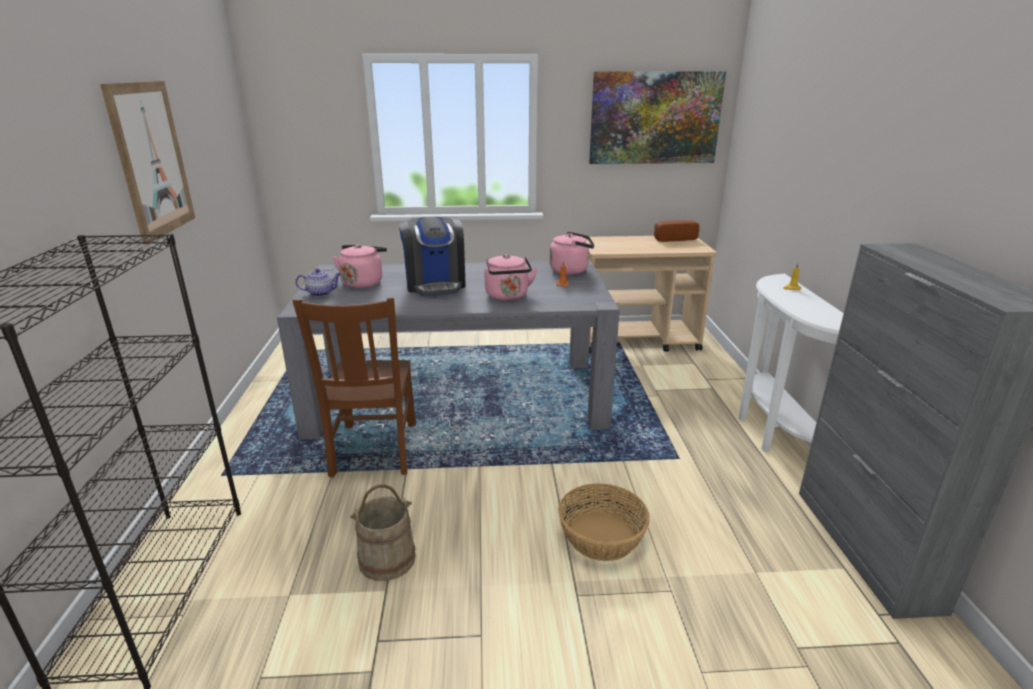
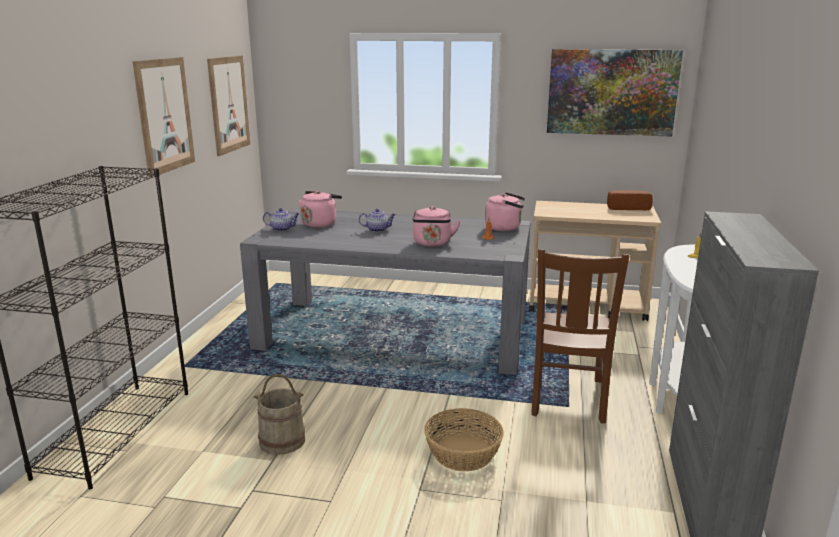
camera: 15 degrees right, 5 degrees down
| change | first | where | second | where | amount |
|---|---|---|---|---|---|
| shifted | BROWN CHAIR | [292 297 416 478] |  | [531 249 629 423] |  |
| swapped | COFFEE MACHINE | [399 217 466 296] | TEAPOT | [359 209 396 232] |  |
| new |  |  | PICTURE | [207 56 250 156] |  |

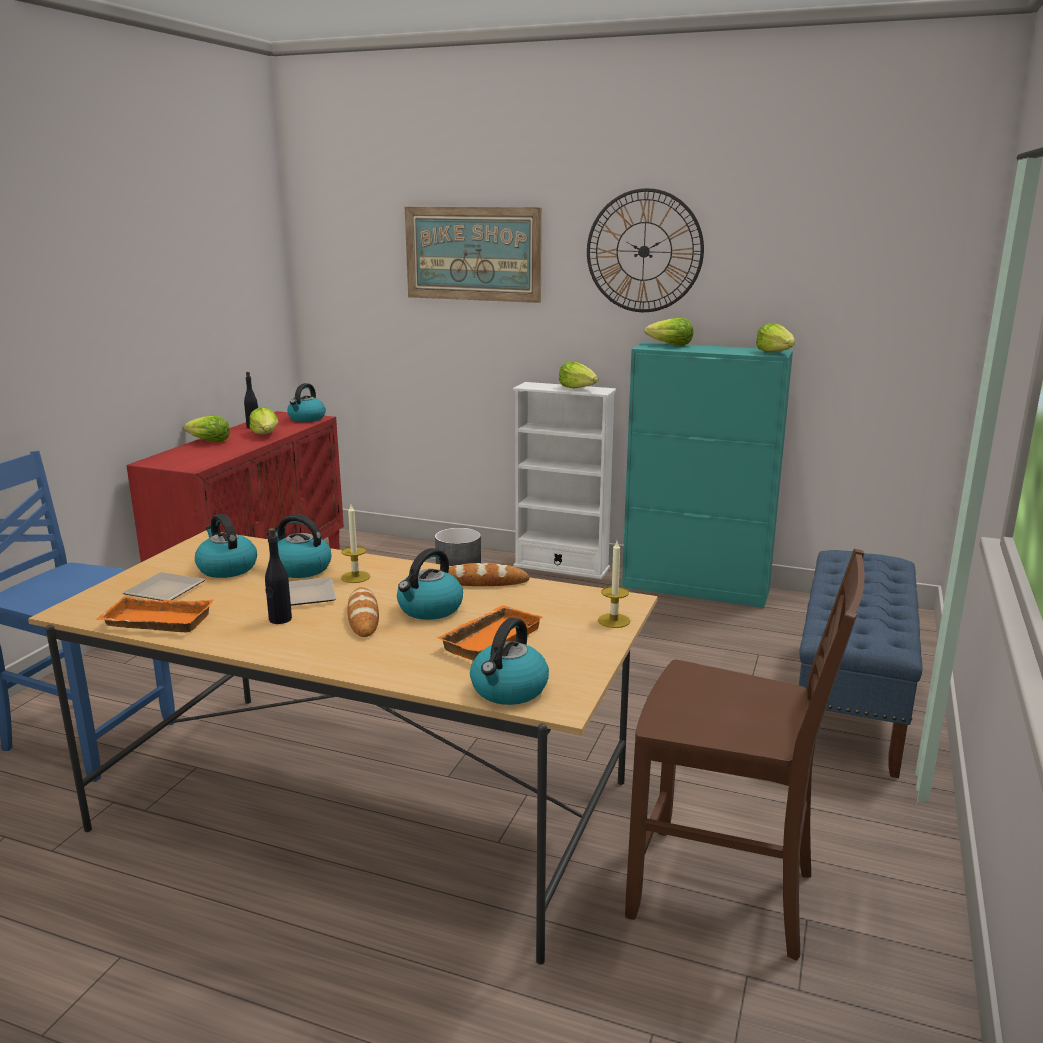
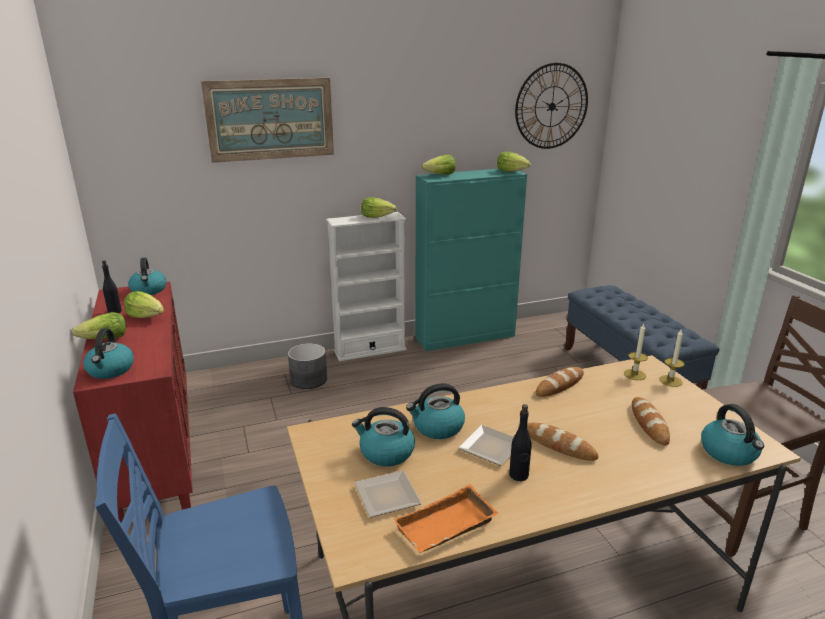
camera: 40 degrees left, 5 degrees up
| change | first | where | second | where | amount |
|---|---|---|---|---|---|
| shifted | CANDLE | [341 505 370 583] |  | [624 324 648 380] |  |
| shifted | KETTLE | [397 548 463 620] |  | [83 328 134 379] |  |
| swapped | ORANGE TRAY | [437 605 543 661] | BREAD | [632 397 670 446] |  |
| shifted | WALL CLOCK | [587 188 704 312] |  | [515 63 588 149] |  |

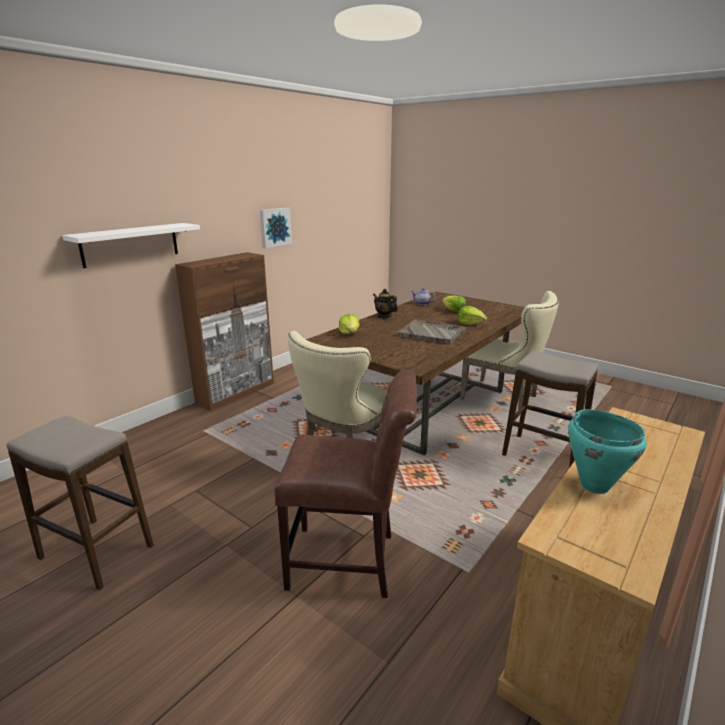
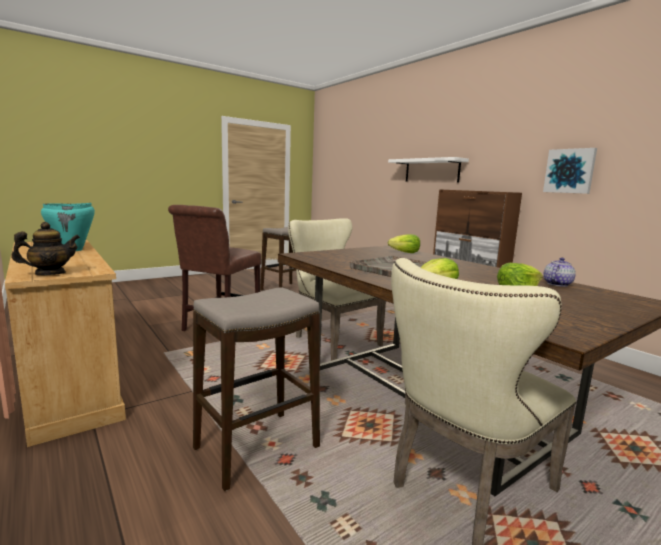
camera: 105 degrees right, 10 degrees down
| change | first | where | second | where | amount |
|---|---|---|---|---|---|
| shifted | TEAPOT | [373 289 398 318] |  | [11 222 80 275] |  |

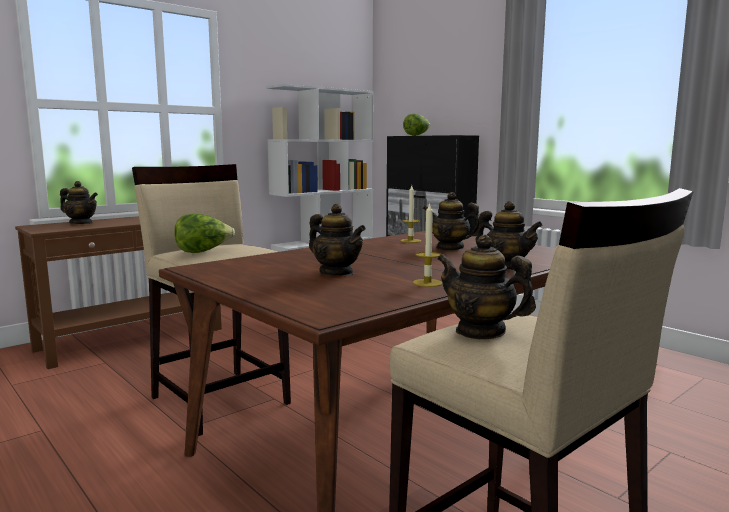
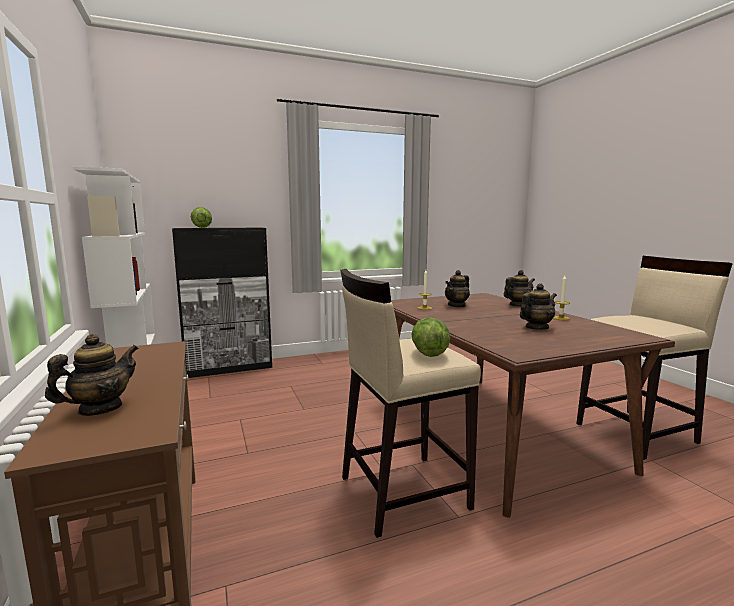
camera: 70 degrees left, 0 degrees up
| change | first | where | second | where | amount |
|---|---|---|---|---|---|
| gone | TEAPOT | [437 234 536 340] |  |  |  |

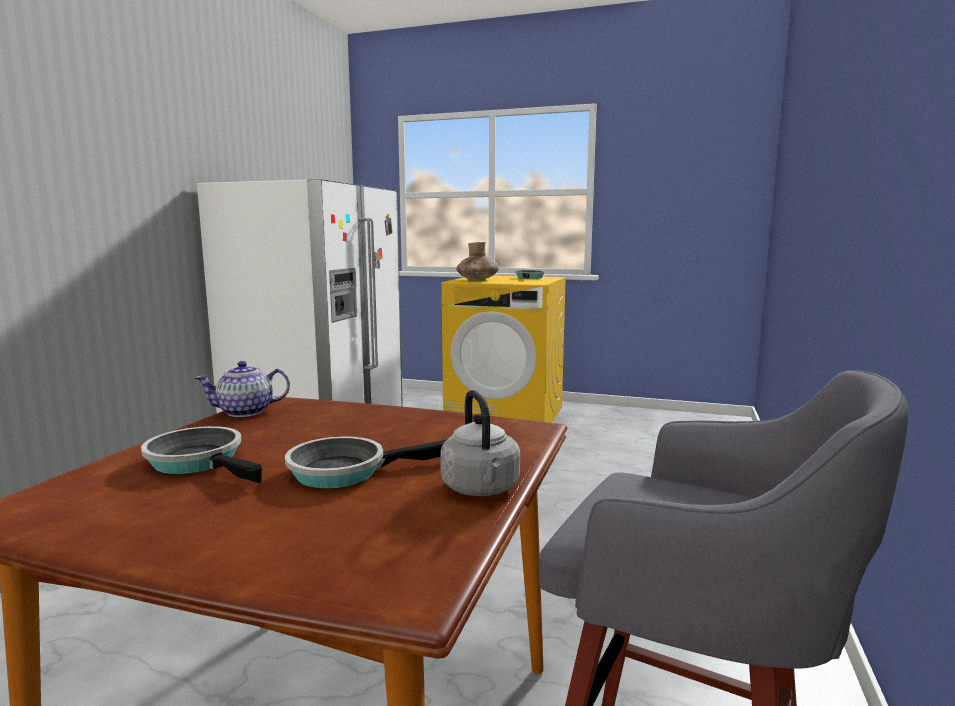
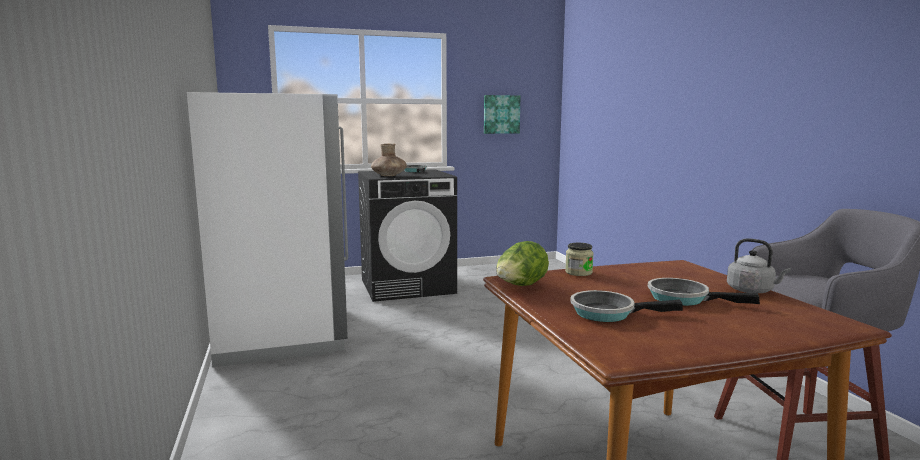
camera: 35 degrees left, 0 degrees up
| change | first | where | second | where | amount |
|---|---|---|---|---|---|
| swapped | TEAPOT | [195 361 290 417] | LETTUCE | [496 241 549 286] |  |
| rotated | FRYING PAN | [285 436 447 489] |  | [648 278 760 306] | 75 degrees clockwise |
| repainted | YELLOW WASHING MACHINE | [442 276 566 423] | BLACK WASHING MACHINE | [358 169 457 302] |  |
| new |  |  | PICTURE | [484 95 520 134] |  |
| new |  |  | JAR | [565 243 594 276] |  |

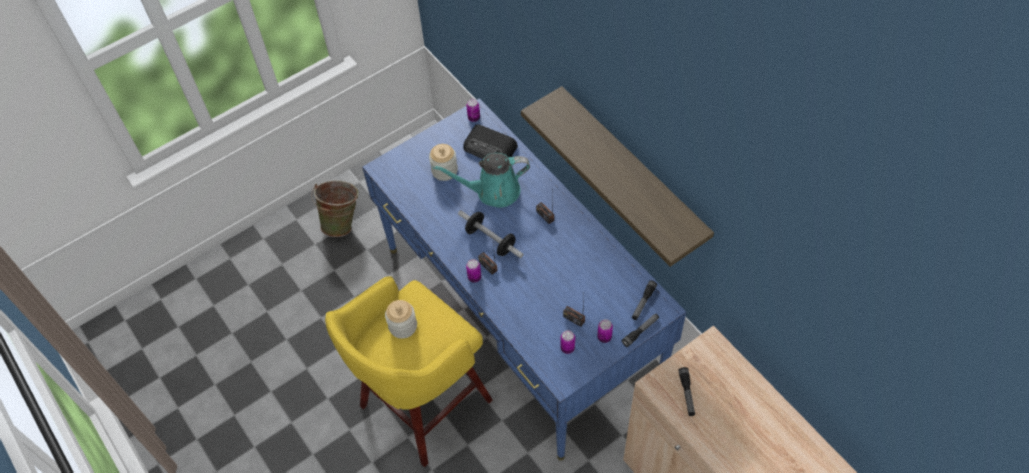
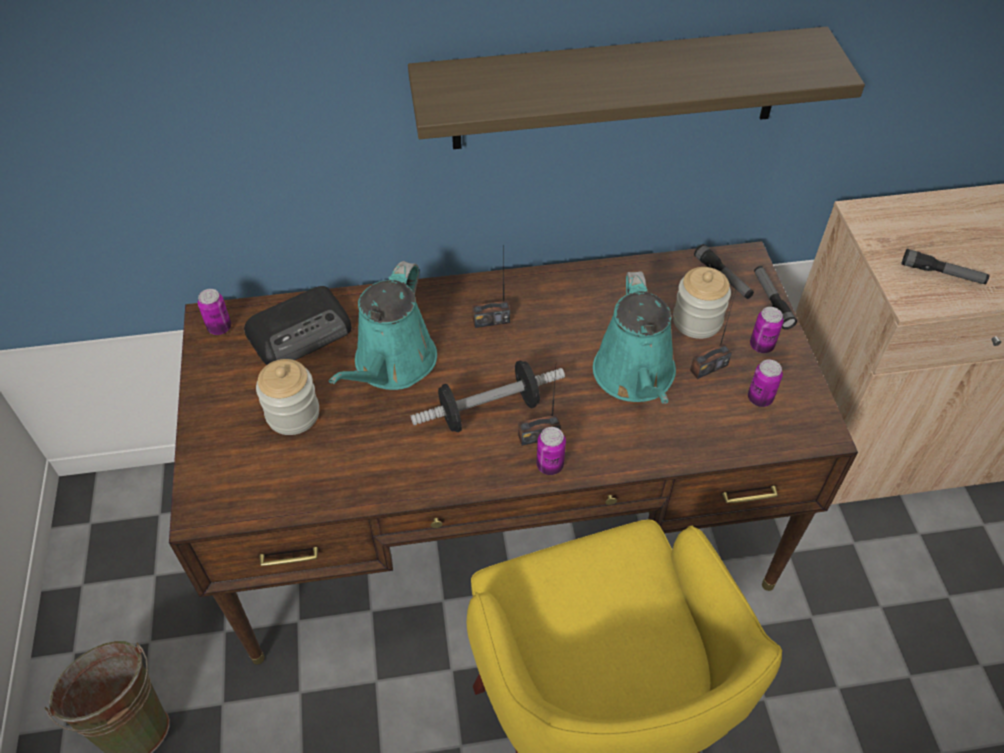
camera: 65 degrees left, 5 degrees down
| change | first | where | second | where | amount |
|---|---|---|---|---|---|
| repainted | BLUE DESK | [362 98 686 461] | BROWN DESK | [169 241 858 665] |  |
| shifted | JAR | [385 300 417 339] |  | [673 267 731 339] |  |
| new |  |  | TURQUOISE WATERING CAN | [593 271 676 403] |  |

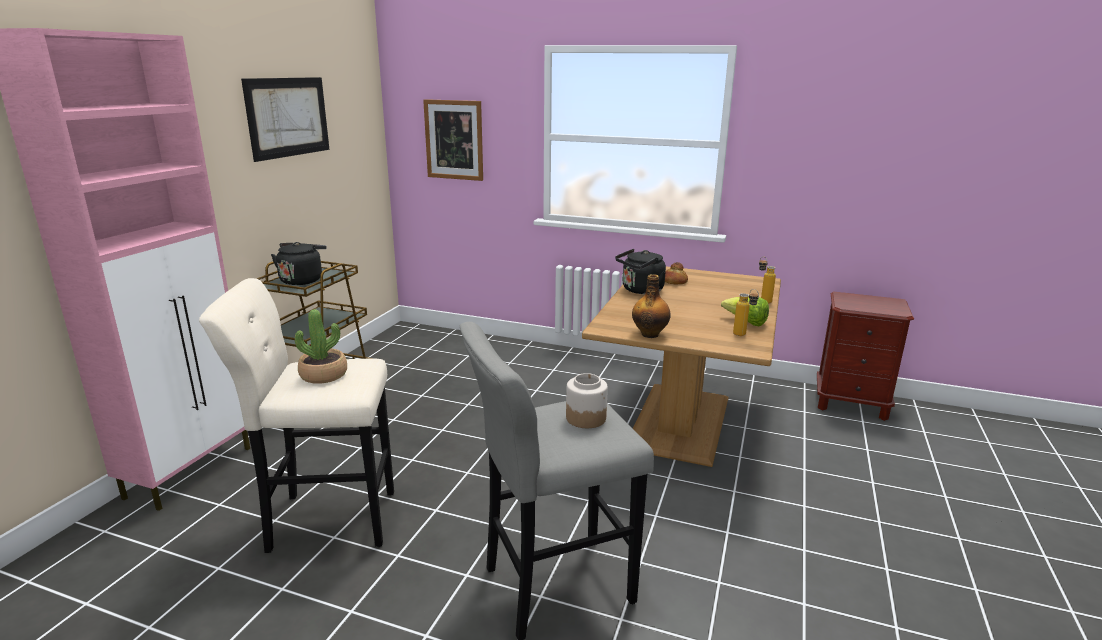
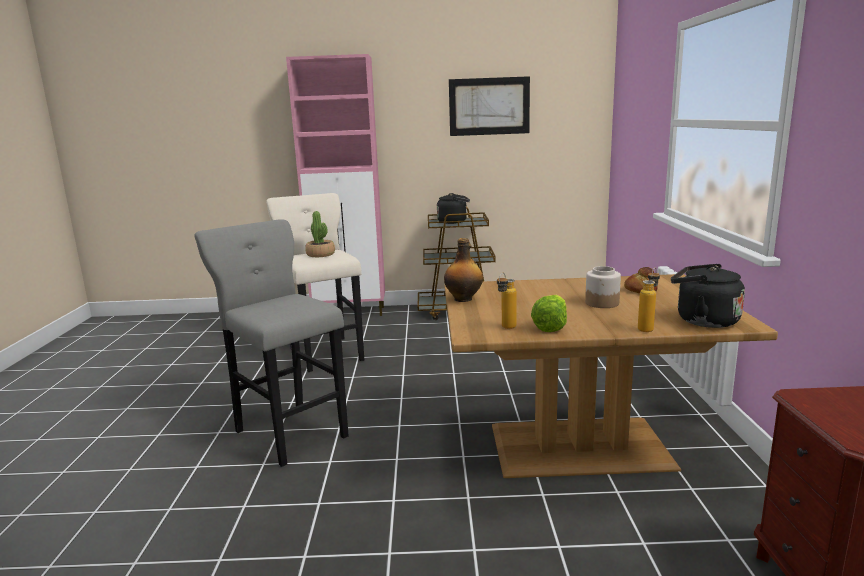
camera: 70 degrees right, 5 degrees down
| change | first | where | second | where | amount |
|---|---|---|---|---|---|
| gone | PICTURE | [423 99 483 181] |  |  |  |
| shifted | JAR | [566 373 608 428] |  | [585 266 621 308] |  |
| shifted | BLACK KETTLE | [615 249 666 294] |  | [671 264 745 328] |  |

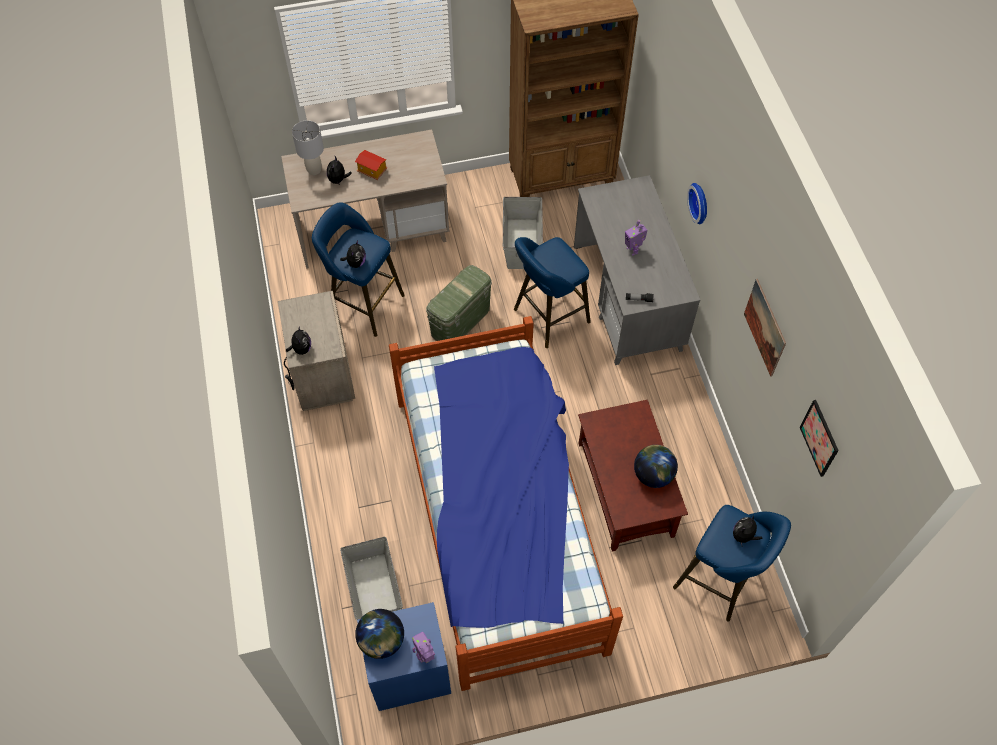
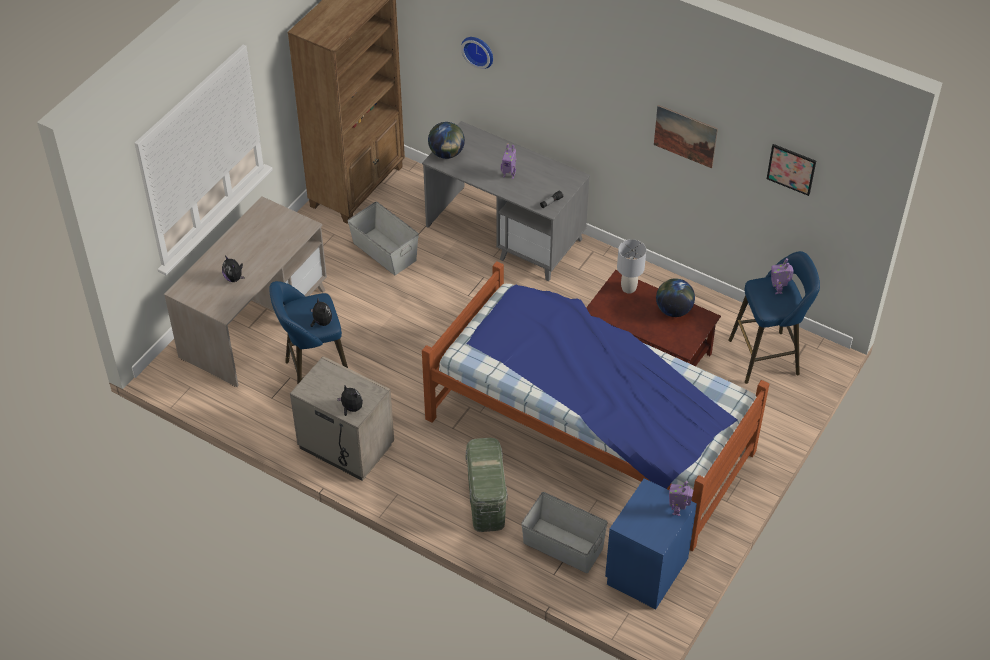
camera: 45 degrees left, 10 degrees down
| change | first | where | second | where | amount |
|---|---|---|---|---|---|
| shifted | GREY TABLE LAMP | [292 120 324 175] |  | [617 239 646 294] |  |
| gone | TOY HOUSE | [355 150 387 180] |  |  |  |
| shifted | GLOBE | [355 609 404 659] |  | [428 122 465 159] |  |
| shifted | GREEN STORAGE BOX | [426 265 492 341] |  | [465 438 508 532] |  |
| gone | BLUE STOOL | [514 237 591 348] |  |  |  |
| shifted | WALL CLOCK | [687 183 707 224] |  | [461 37 493 69] |  |
| swapped | PLUSH TOY | [733 515 763 547] | TOY ROBOT | [771 258 794 294] |  |

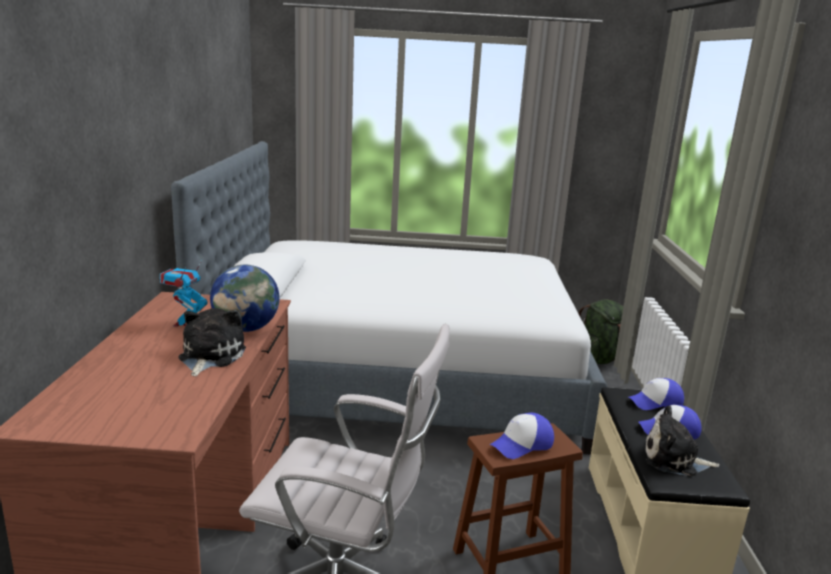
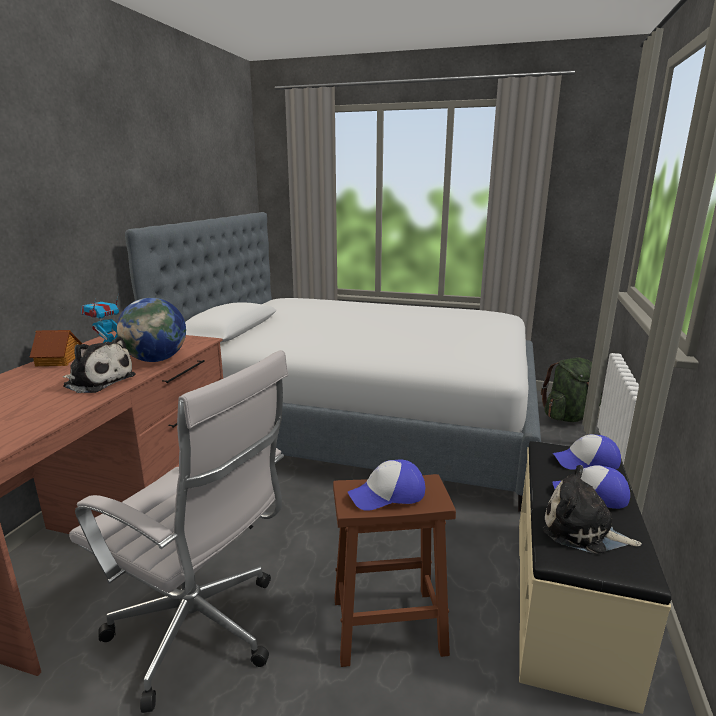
camera: 15 degrees right, 0 degrees up
| change | first | where | second | where | amount |
|---|---|---|---|---|---|
| rotated | PLUSH TOY | [178 308 246 376] |  | [62 337 136 393] | 90 degrees clockwise |
| new |  |  | TOY HOUSE | [30 330 82 367] |  |

